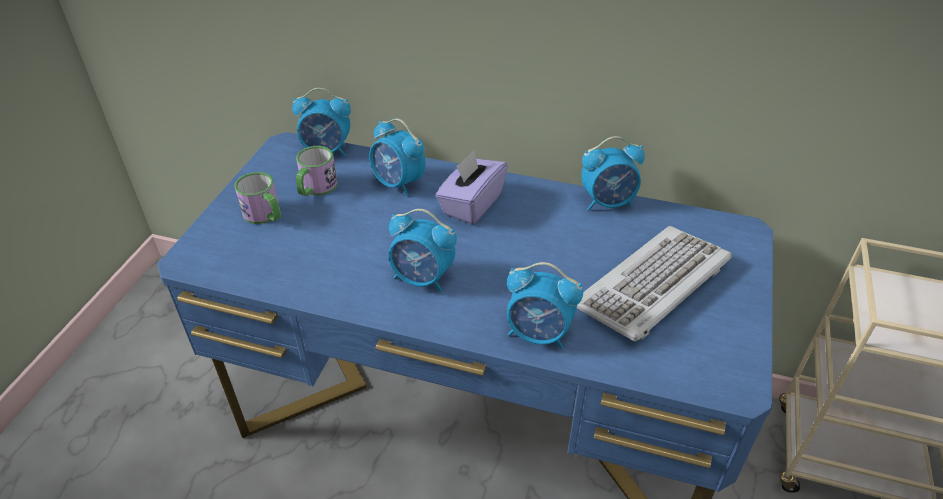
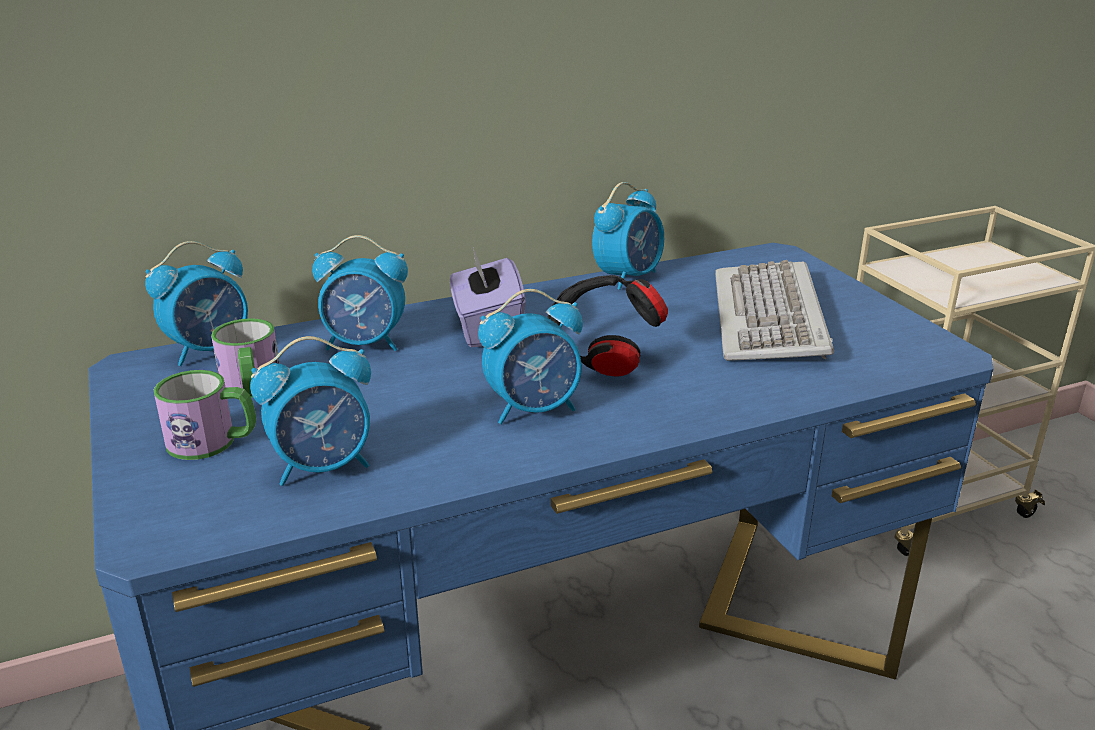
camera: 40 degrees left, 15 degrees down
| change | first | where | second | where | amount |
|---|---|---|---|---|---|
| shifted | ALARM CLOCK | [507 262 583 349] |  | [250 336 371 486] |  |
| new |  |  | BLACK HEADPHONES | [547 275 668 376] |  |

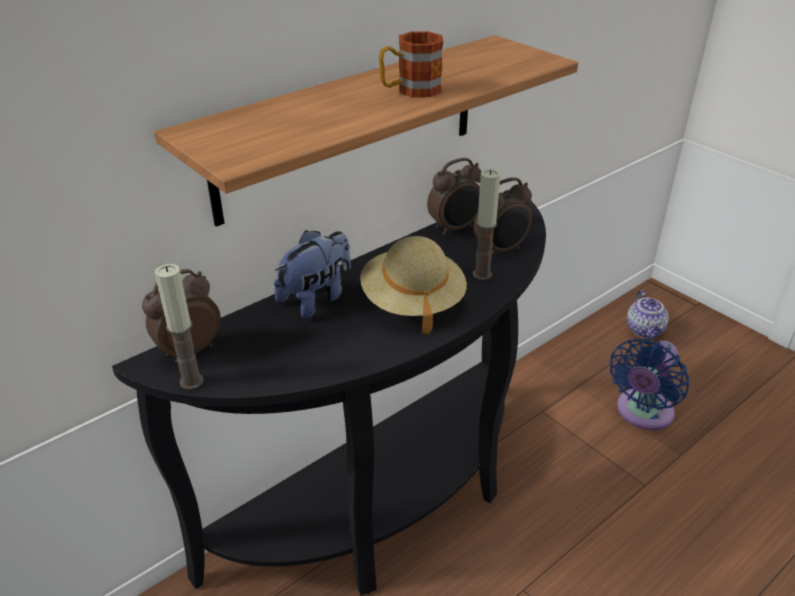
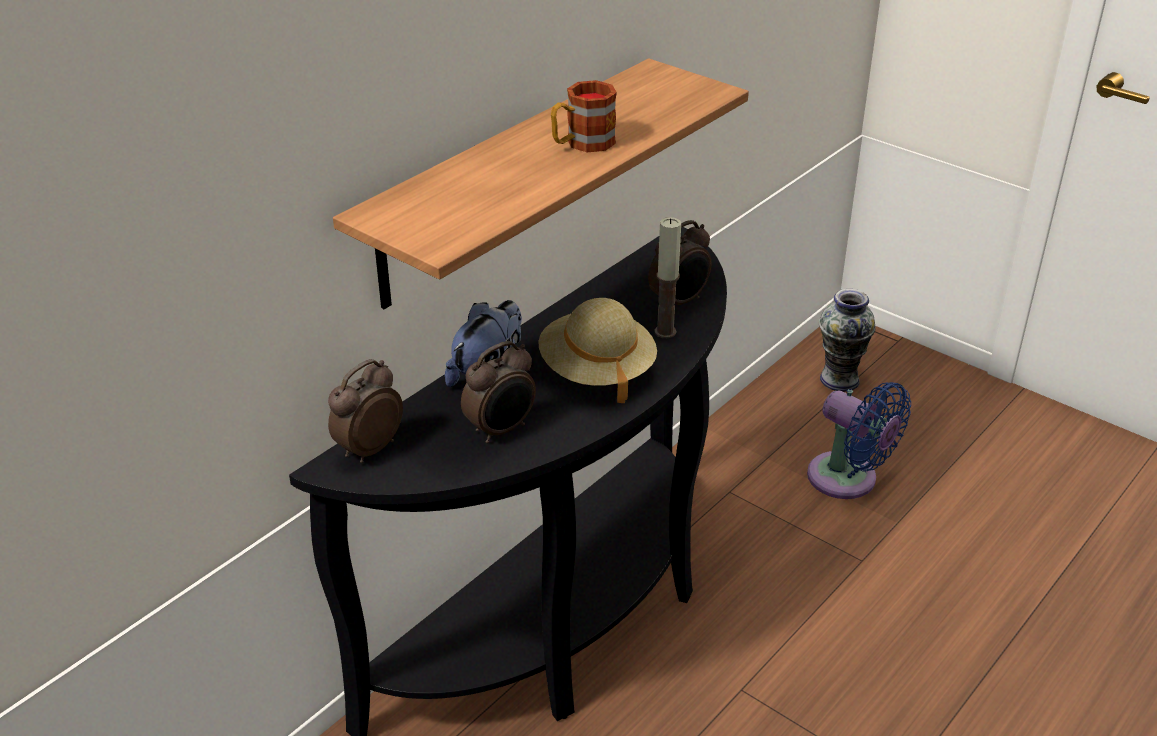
camera: 10 degrees left, 0 degrees up
| change | first | where | second | where | amount |
|---|---|---|---|---|---|
| gone | CANDLE | [155 264 204 390] |  |  |  |
| shifted | ALARM CLOCK | [427 158 482 235] |  | [461 341 536 443] |  |
| rotated | BLUE FAN | [610 338 689 430] |  | [807 382 911 499] | 75 degrees counterclockwise |
| swapped | TEAPOT | [627 290 669 339] | VASE | [819 289 876 392] |  |

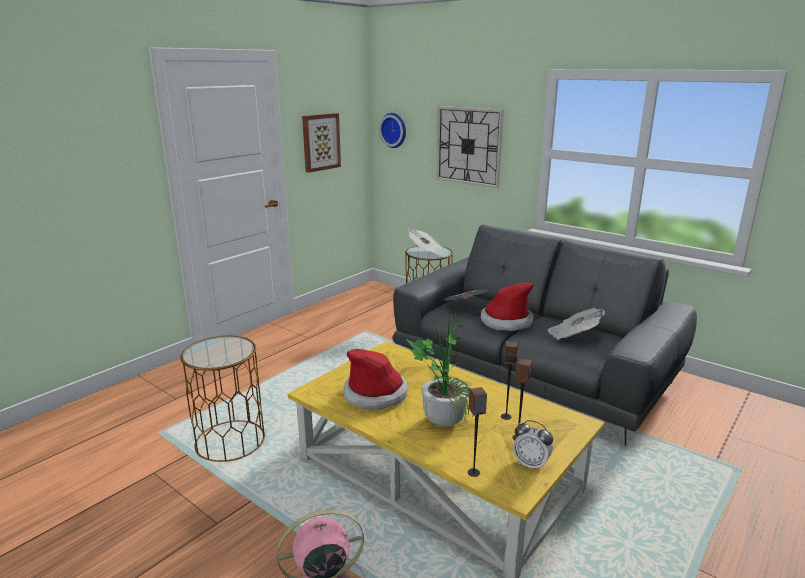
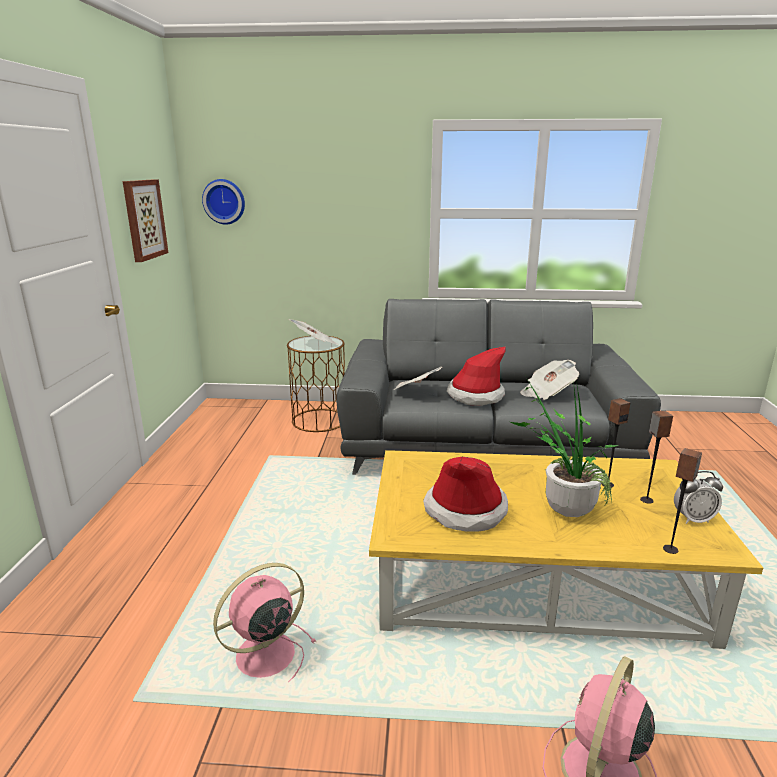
camera: 35 degrees left, 0 degrees up
| change | first | where | second | where | amount |
|---|---|---|---|---|---|
| swapped | BROWN SIDE TABLE | [180 336 265 462] | PINK FAN | [213 563 317 682] |  |
| gone | WALL CLOCK | [436 106 504 188] |  |  |  |

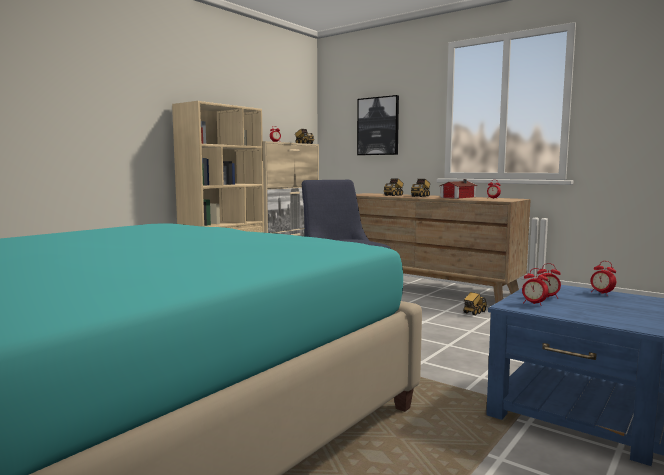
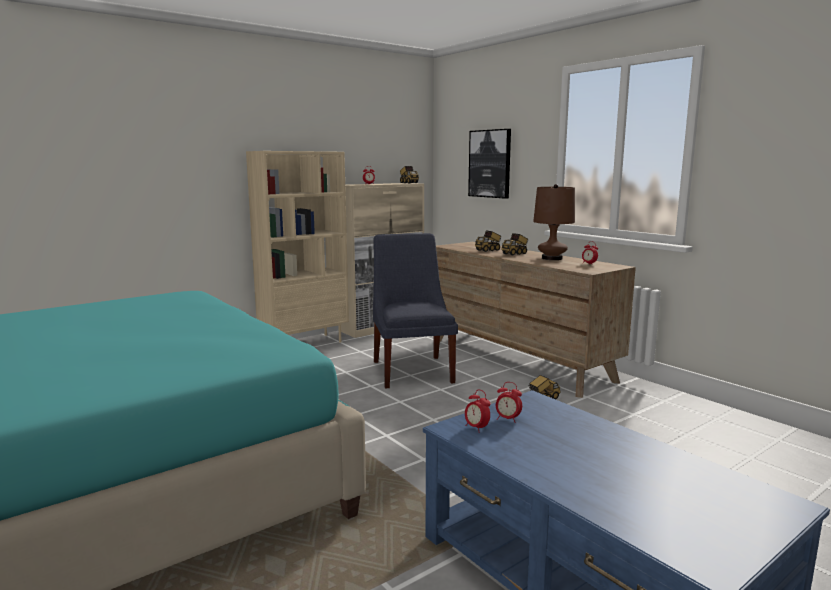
camera: 15 degrees right, 5 degrees up
| change | first | where | second | where | amount |
|---|---|---|---|---|---|
| swapped | TOY HOUSE | [440 179 478 199] | BROWN TABLE LAMP | [533 184 575 260] |  |
| gone | ALARM CLOCK | [590 261 616 296] |  |  |  |

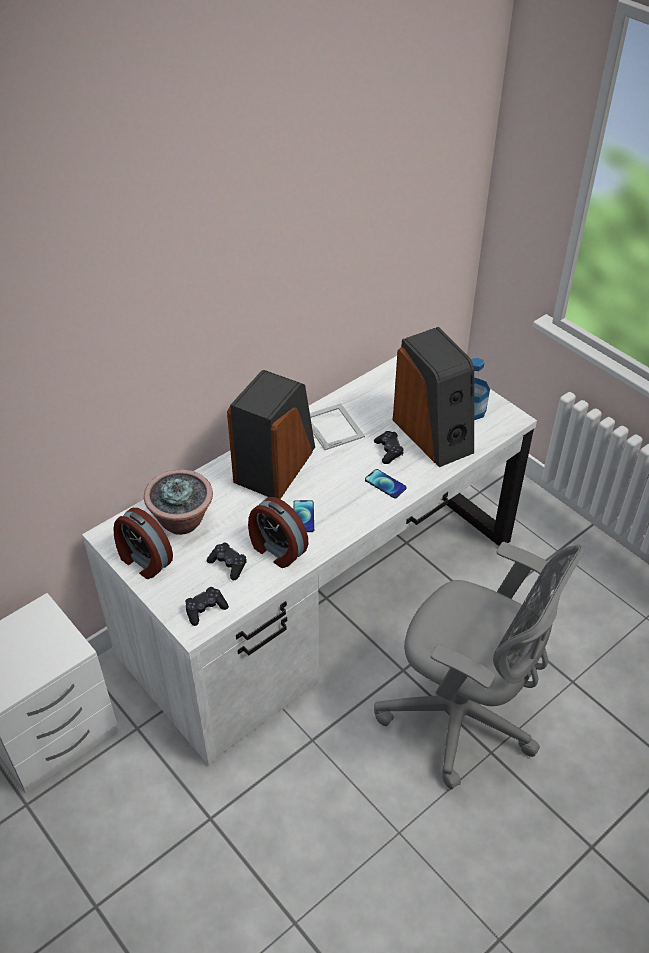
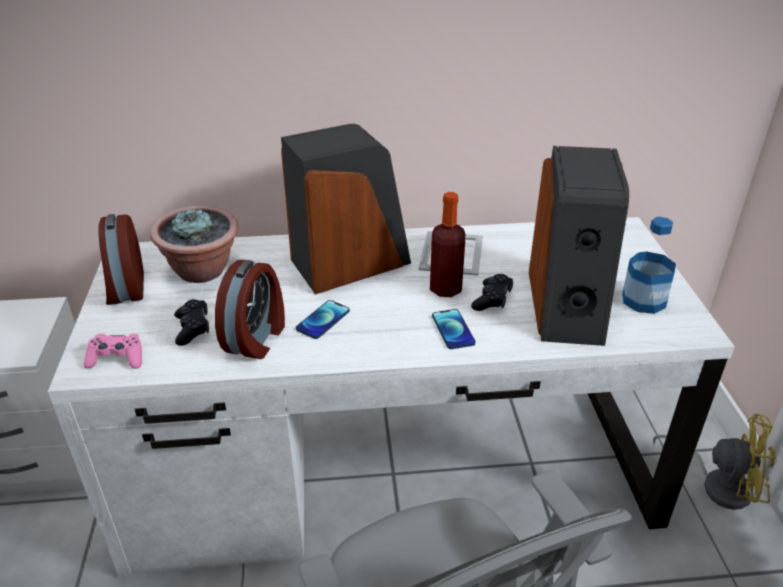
camera: 35 degrees right, 10 degrees down
| change | first | where | second | where | amount |
|---|---|---|---|---|---|
| repainted | BLACK GAME CONTROLLER | [185 587 229 626] | PINK GAME CONTROLLER | [84 334 142 369] |  |
| rotated | ALARM CLOCK | [248 497 309 568] |  | [215 260 285 359] | 150 degrees counterclockwise |
| new |  |  | BOTTLE | [430 192 465 297] |  |
| new |  |  | YELLOW FAN | [653 413 776 510] |  |

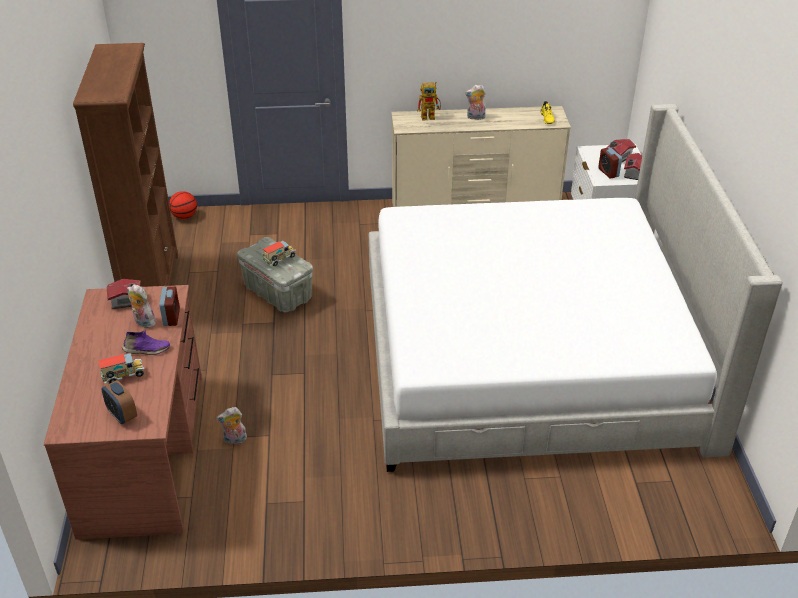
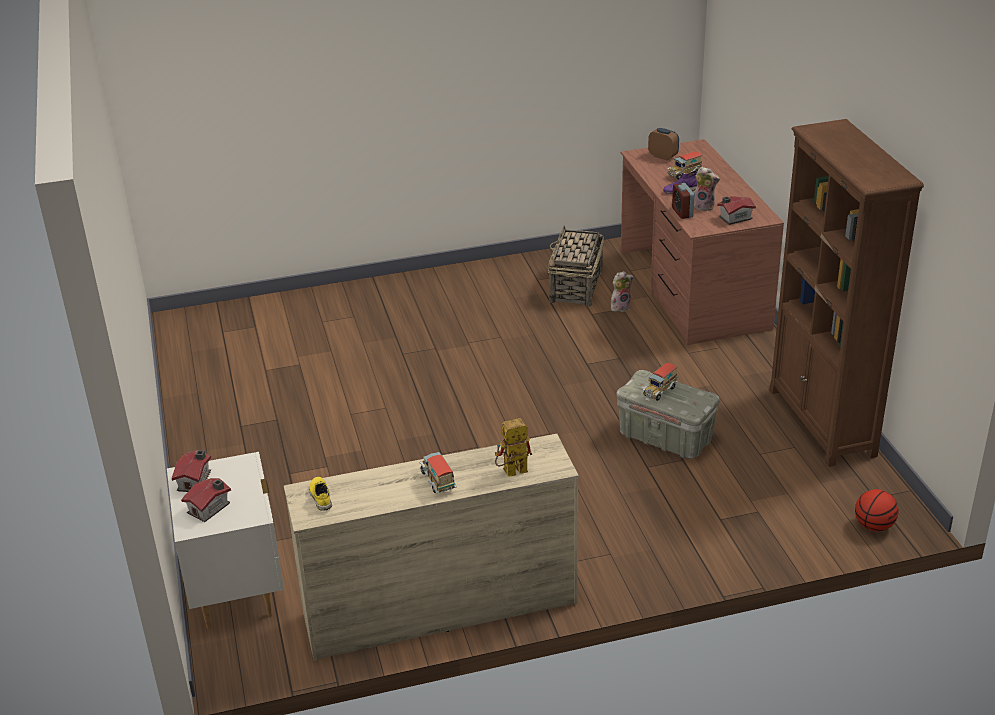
camera: 170 degrees right, 5 degrees down
| change | first | where | second | where | amount |
|---|---|---|---|---|---|
| gone | BED | [369 104 783 472] |  |  |  |
| swapped | PLUSH TOY | [465 84 486 120] | TOY TRUCK | [419 452 457 494] |  |
| gone | ALARM CLOCK | [598 147 622 179] |  |  |  |
| new |  |  | BASKET | [548 226 604 307] |  |

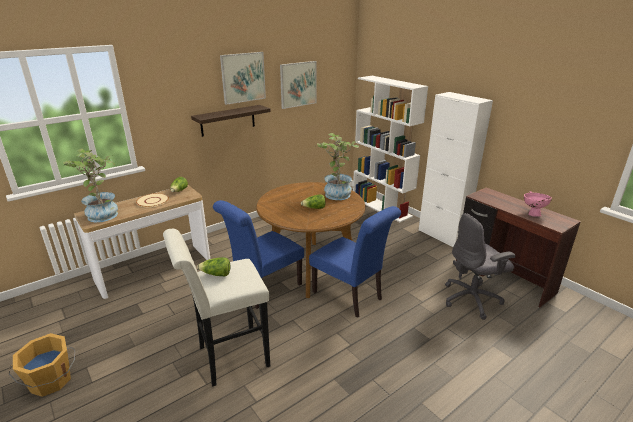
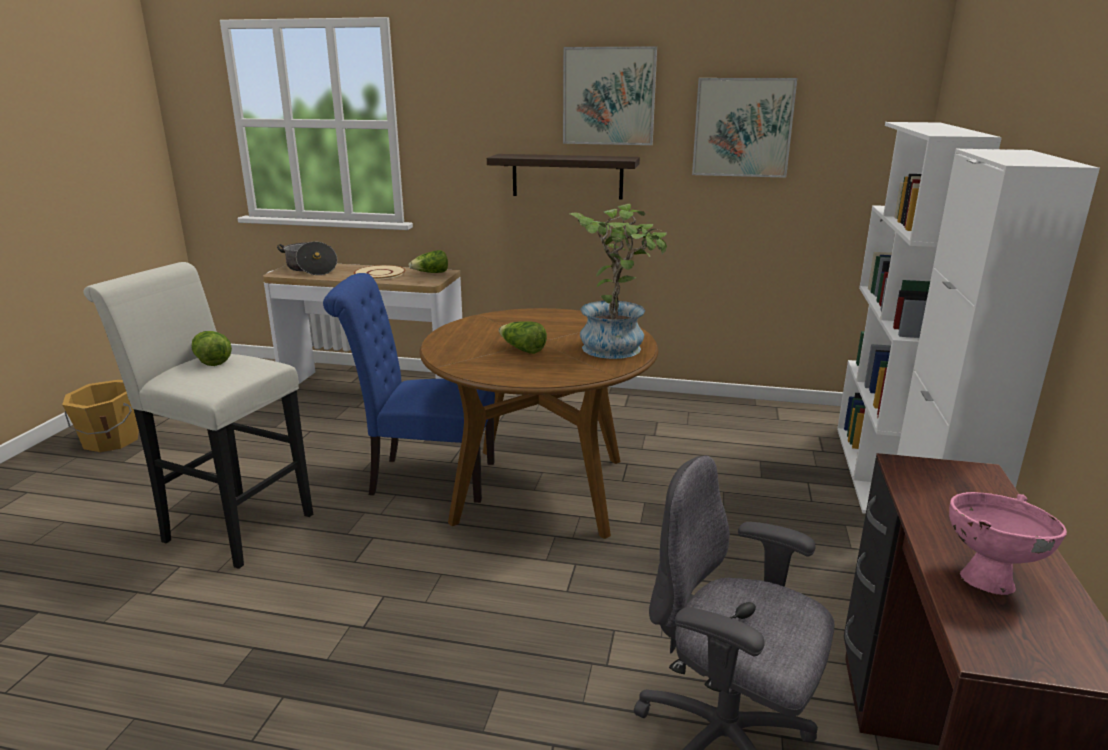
camera: 50 degrees right, 5 degrees down
| change | first | where | second | where | amount |
|---|---|---|---|---|---|
| swapped | POTTED PLANT | [63 149 118 223] | COOKING POT | [277 242 337 275] |  |
| gone | BLUE CHAIR | [309 206 401 318] |  |  |  |

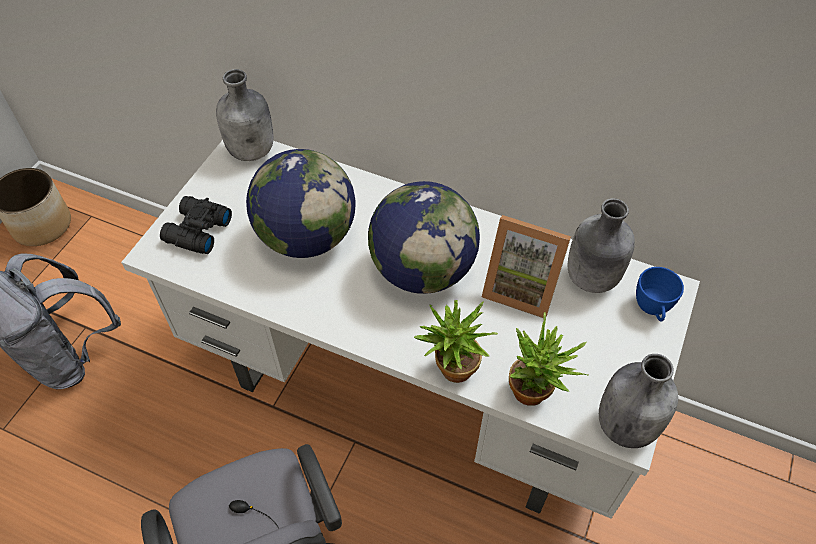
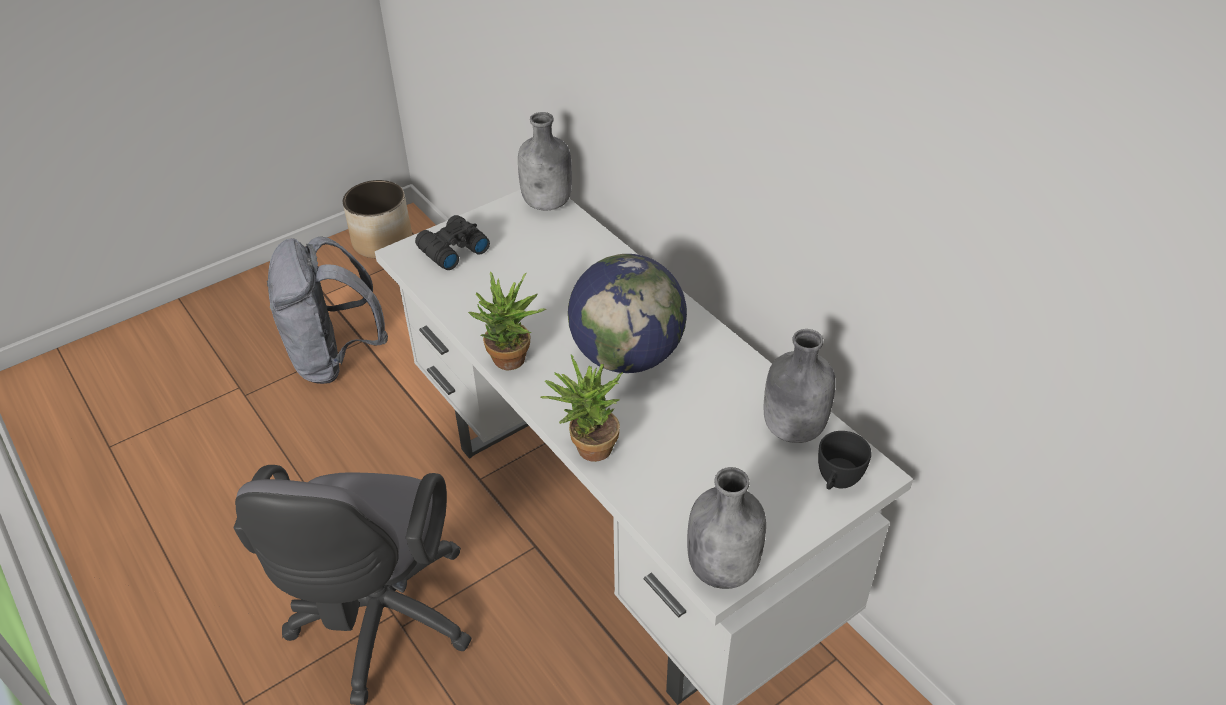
camera: 30 degrees right, 10 degrees down
| change | first | where | second | where | amount |
|---|---|---|---|---|---|
| gone | GLOBE | [246 149 356 258] |  |  |  |
| gone | PICTURE FRAME | [482 215 571 318] |  |  |  |
| shifted | POTTED PLANT | [509 312 589 406] |  | [468 272 546 370] |  |
| repainted | BLUE CUP | [636 267 684 322] | BLACK CUP | [818 431 872 490] |  |

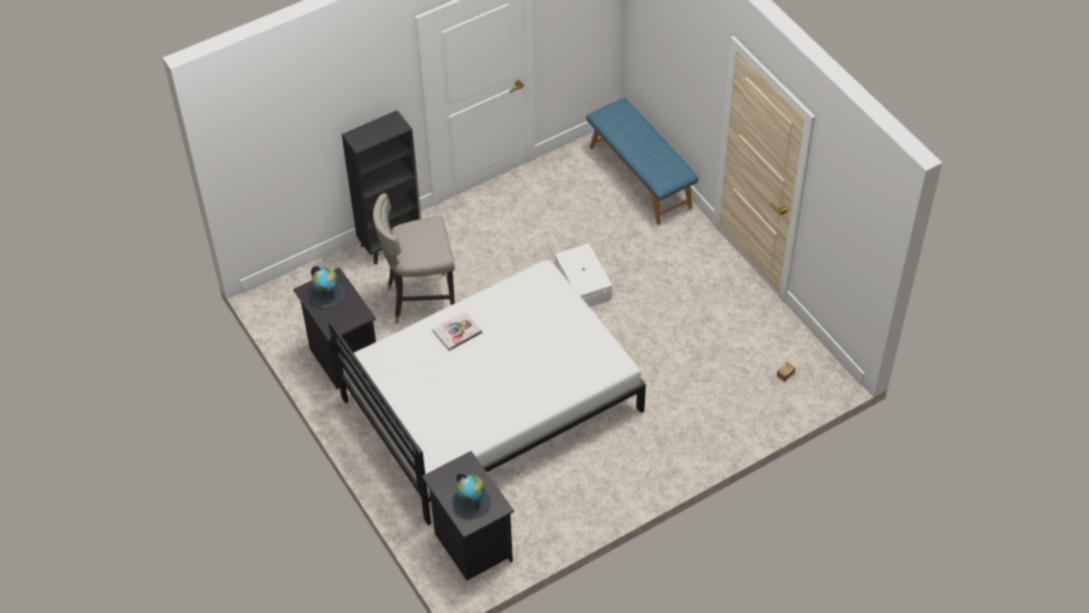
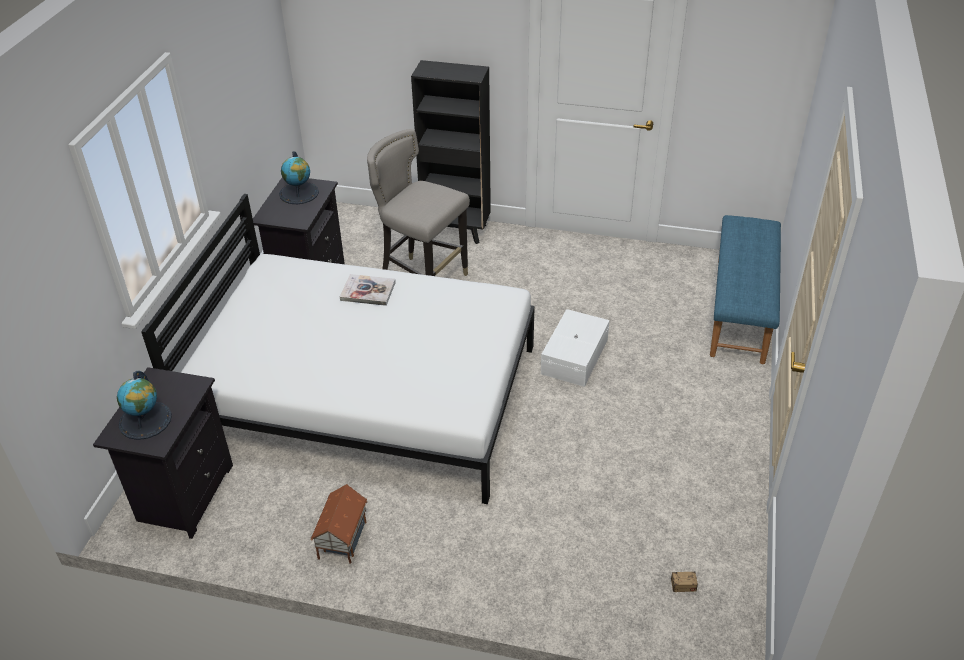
camera: 45 degrees right, 10 degrees down
| change | first | where | second | where | amount |
|---|---|---|---|---|---|
| new |  |  | TOY HOUSE | [310 484 368 564] |  |

